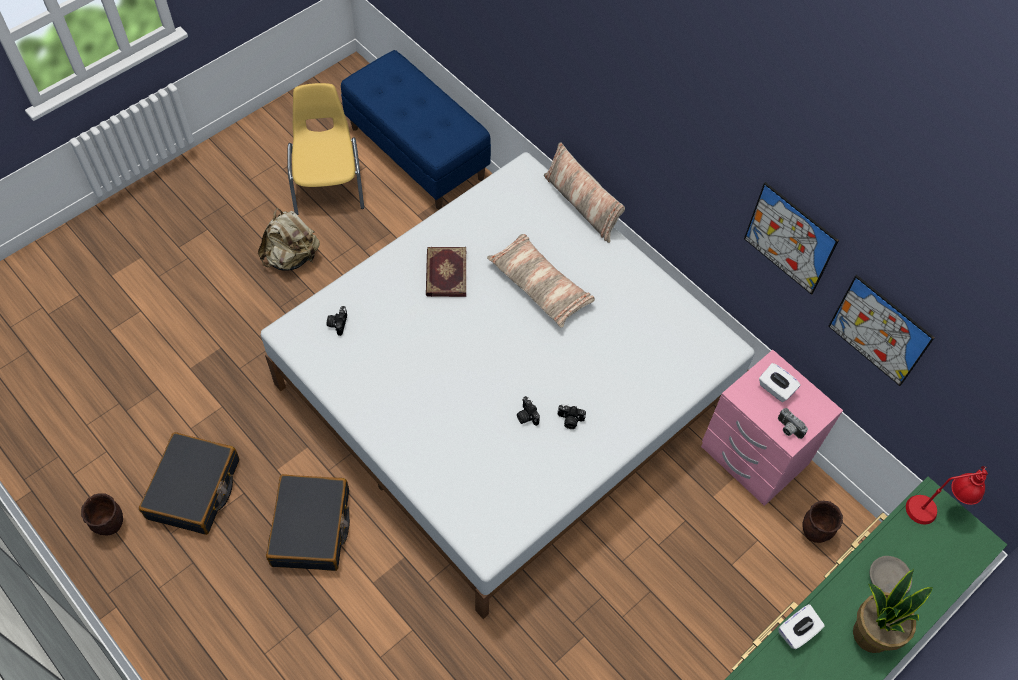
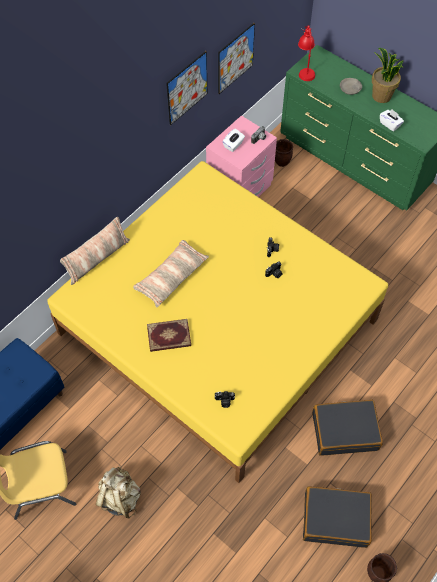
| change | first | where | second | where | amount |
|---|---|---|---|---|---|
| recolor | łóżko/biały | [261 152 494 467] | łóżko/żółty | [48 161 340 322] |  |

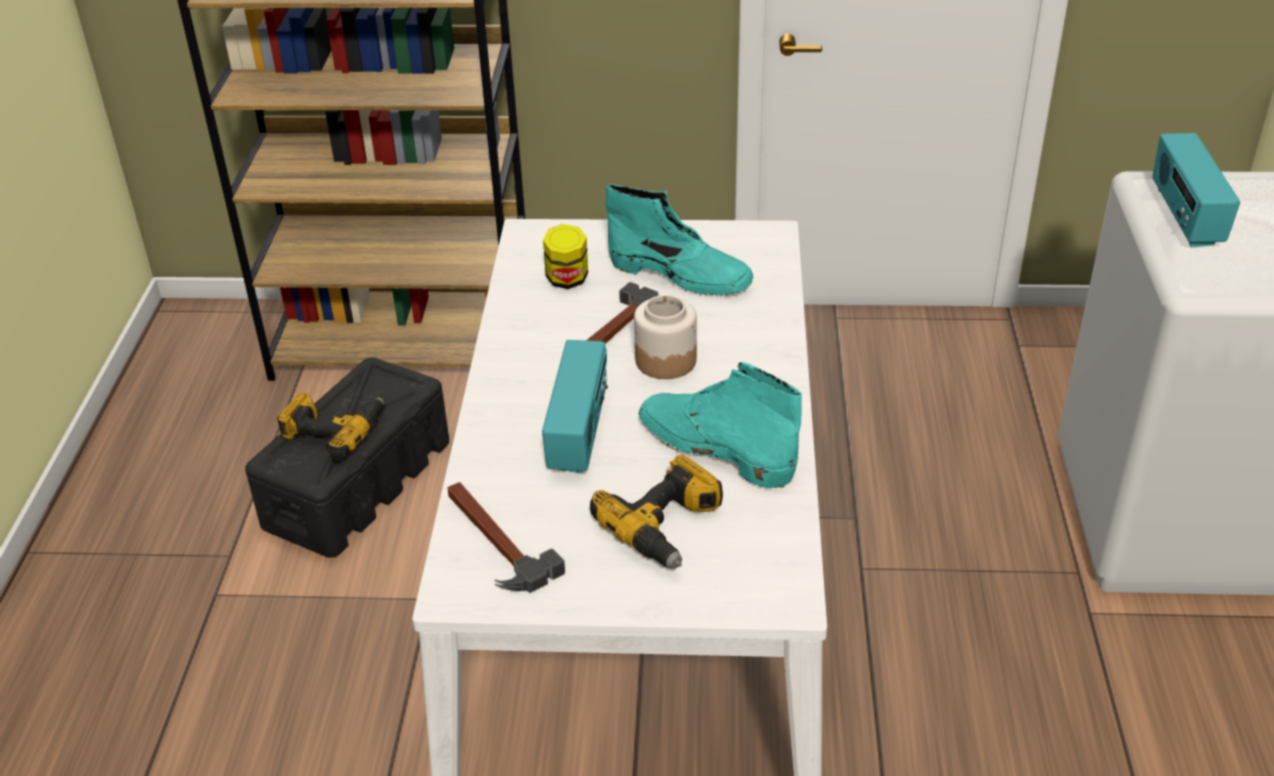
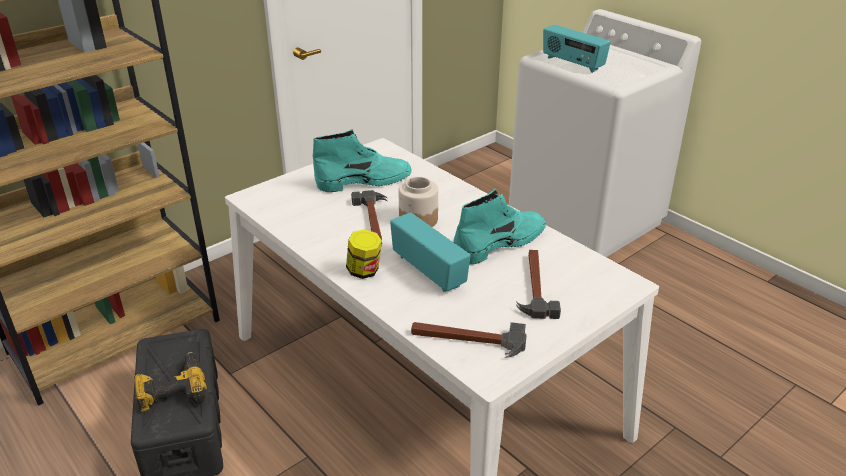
| change | first | where | second | where | amount |
|---|---|---|---|---|---|
| move | słoik | [543 224 45 65] |  | [346 229 36 50] |  |
| replace | wiertarka | [590 455 133 114] | młotek | [516 250 45 69] |  |
| rotate | but z cholewką/turkusowy | [639 362 163 126] |  | [453 189 93 76] | 150 degrees clockwise |

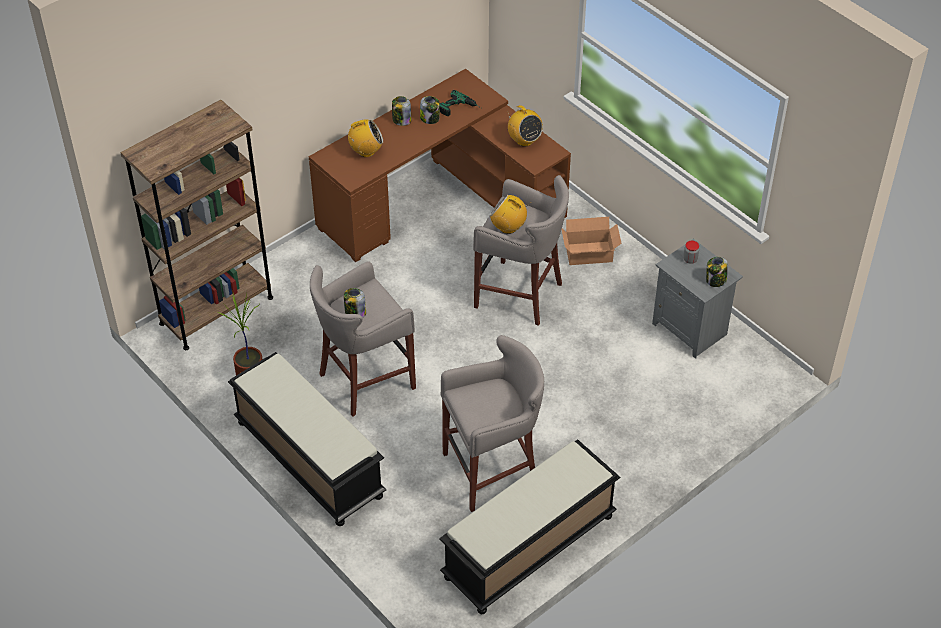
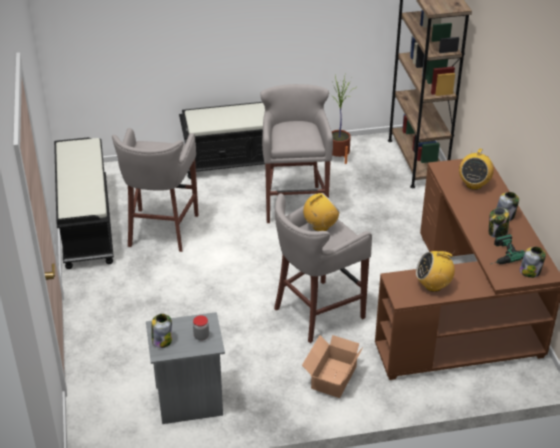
| change | first | where | second | where | amount |
|---|---|---|---|---|---|
| move | słoik | [344 288 22 30] |  | [520 247 26 31] |  |

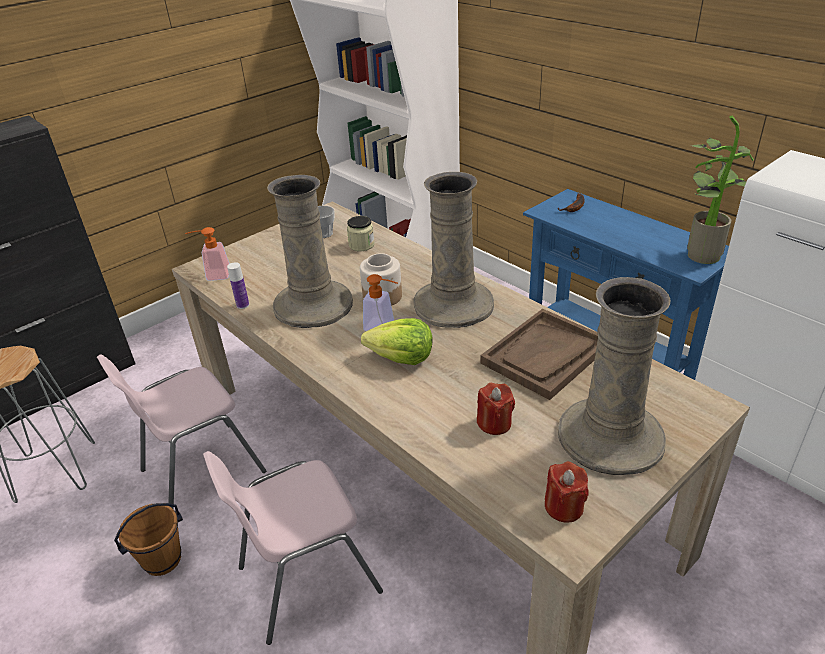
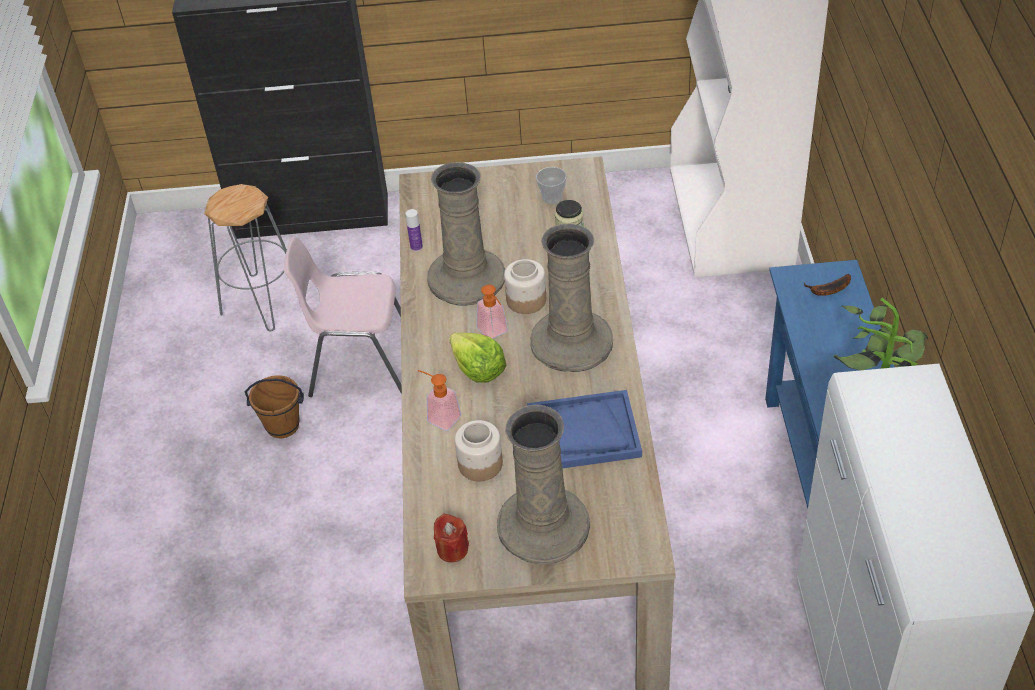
| change | first | where | second | where | amount |
|---|---|---|---|---|---|
| delete | krzesło/różowy | [203 451 180 194] |  |  |  |
| move | dozownik mydła | [185 227 45 54] |  | [418 370 43 61] |  |
| replace | świeca/czerwony | [477 382 38 53] | słoik | [455 420 48 61] |  |
| recolor | taca/brązowy | [480 309 118 91] | taca/niebieski | [527 390 115 78] |  |

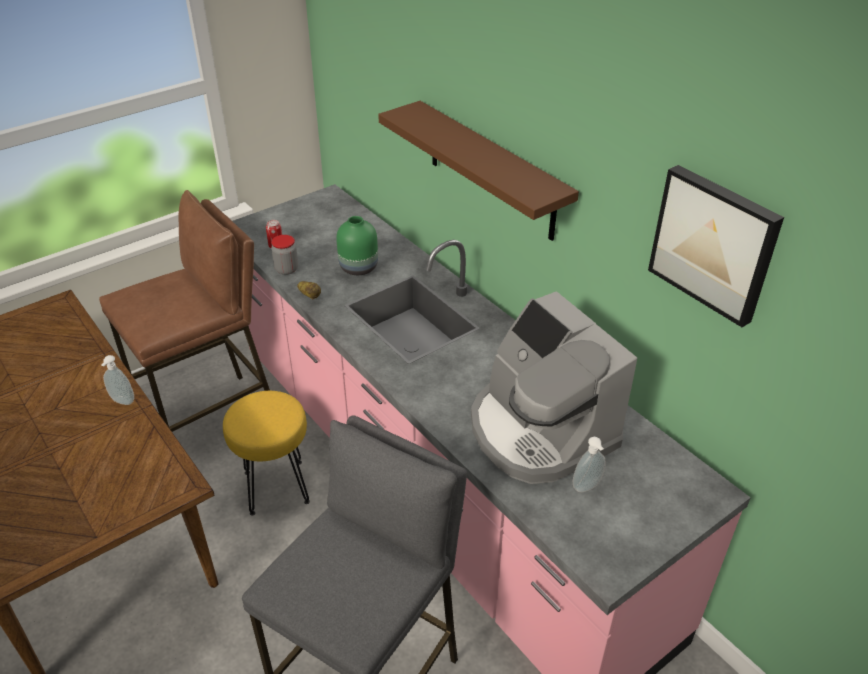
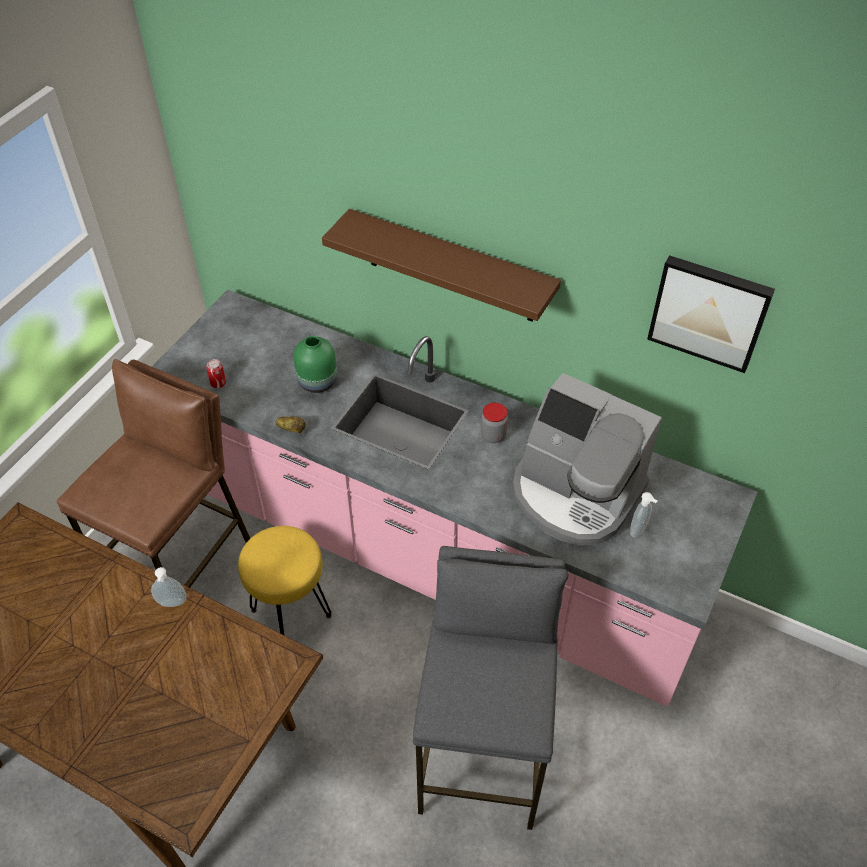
| change | first | where | second | where | amount |
|---|---|---|---|---|---|
| move | słoik | [271 235 27 40] |  | [481 403 27 40] |  |

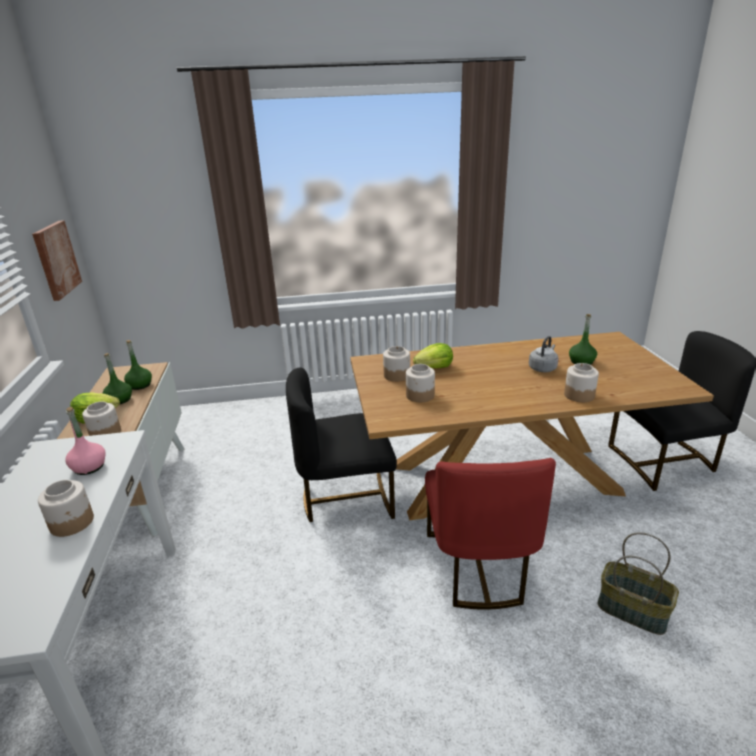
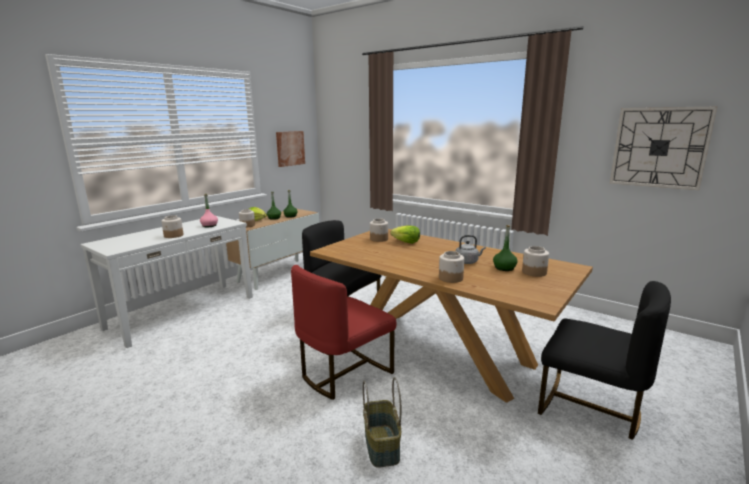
| change | first | where | second | where | amount |
|---|---|---|---|---|---|
| insert |  |  | zegar ścienny | [610 107 107 83] |  |
| move | słoik | [406 364 29 38] |  | [522 246 27 31] |  |

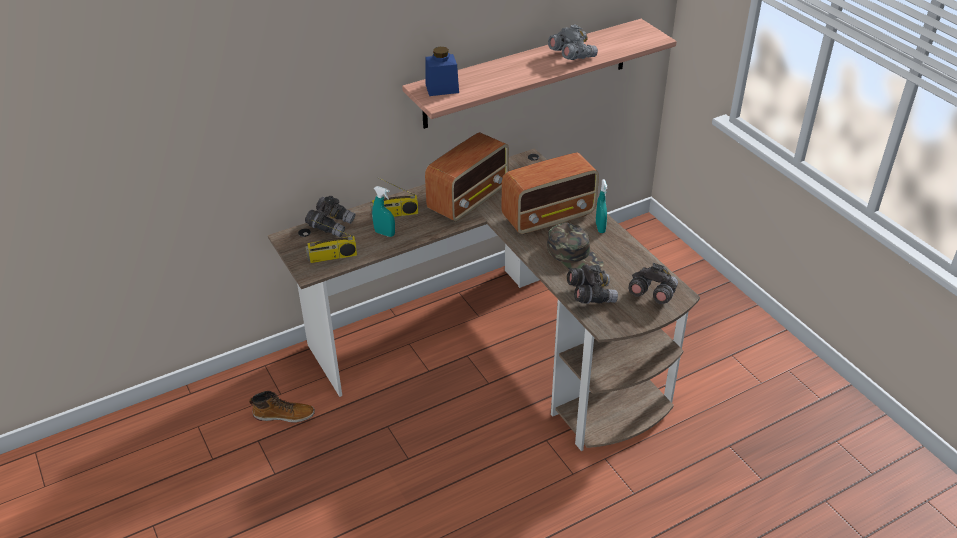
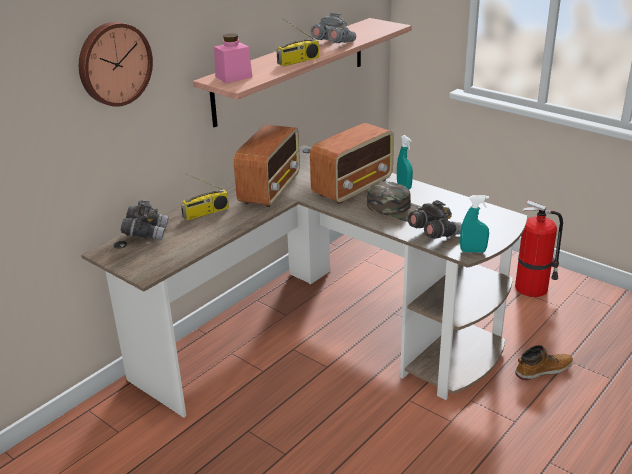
| change | first | where | second | where | amount |
|---|---|---|---|---|---|
| delete | lornetka/szary | [629 263 49 41] |  |  |  |
| insert |  |  | zegar ścienny | [79 22 74 85] |  |
| insert |  |  | gaśnica | [515 200 48 97] |  |
| move | but z cholewką | [249 391 66 32] |  | [515 345 58 35] |  |
| move | radio | [305 220 52 43] |  | [276 20 43 46] |  |
| move | spryskiwacz/turkusowy | [372 186 23 51] |  | [460 195 29 58] |  |
| recolor | słoik/niebieski | [426 47 33 49] | słoik/różowy | [214 33 38 50] |  |

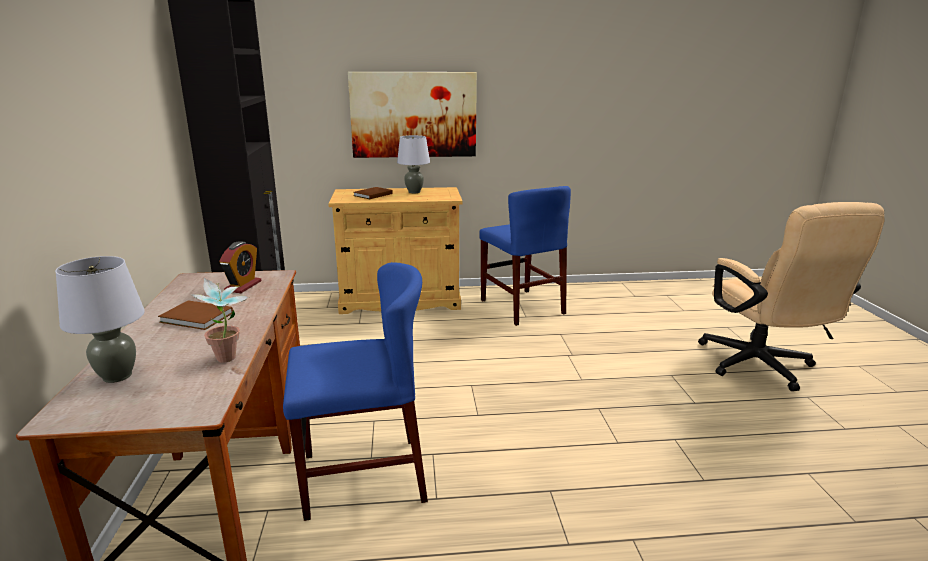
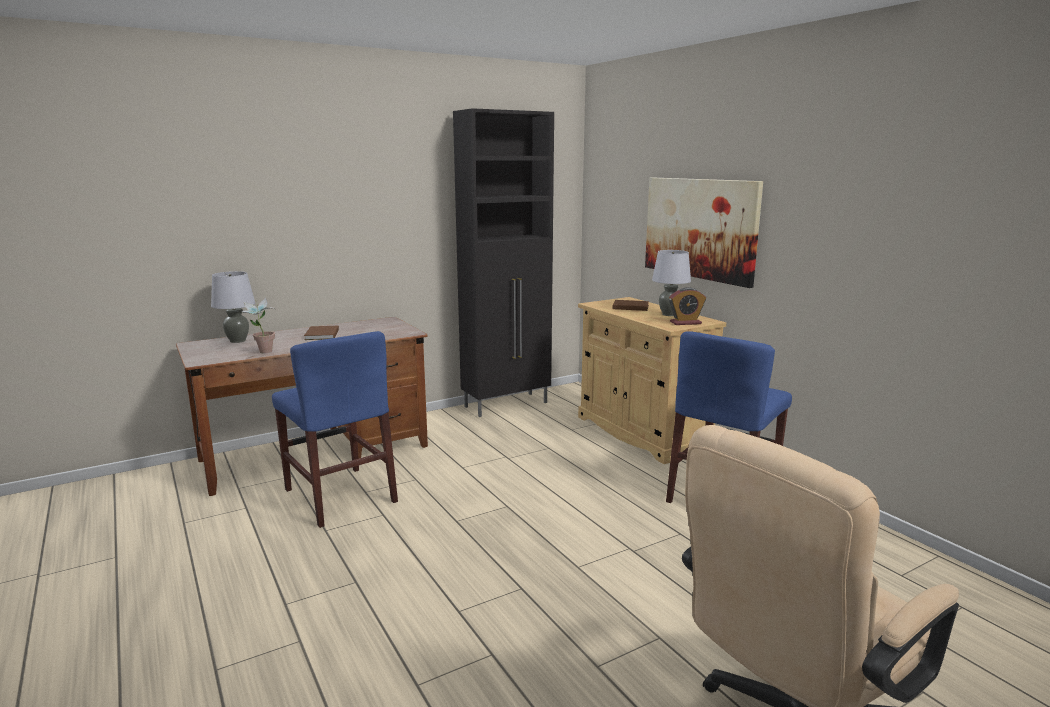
| change | first | where | second | where | amount |
|---|---|---|---|---|---|
| move | budzik | [219 242 43 51] |  | [669 287 37 38] |  |

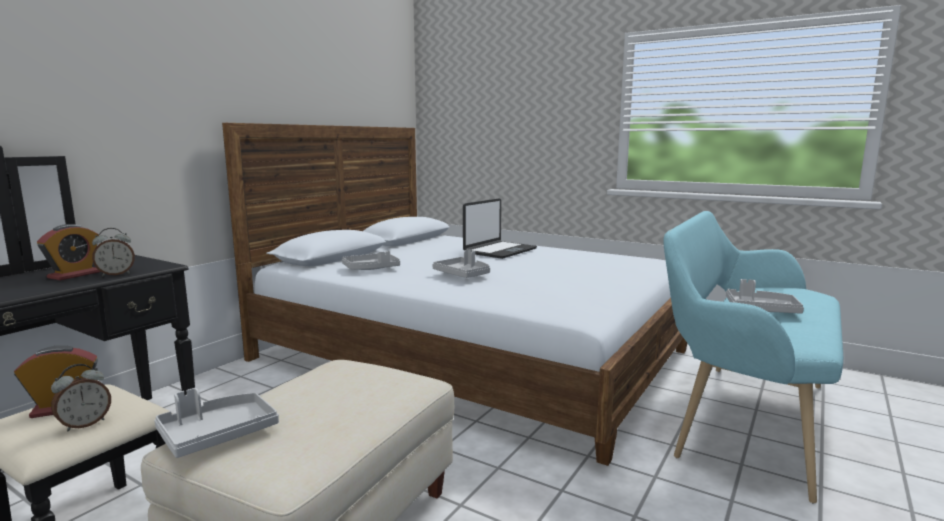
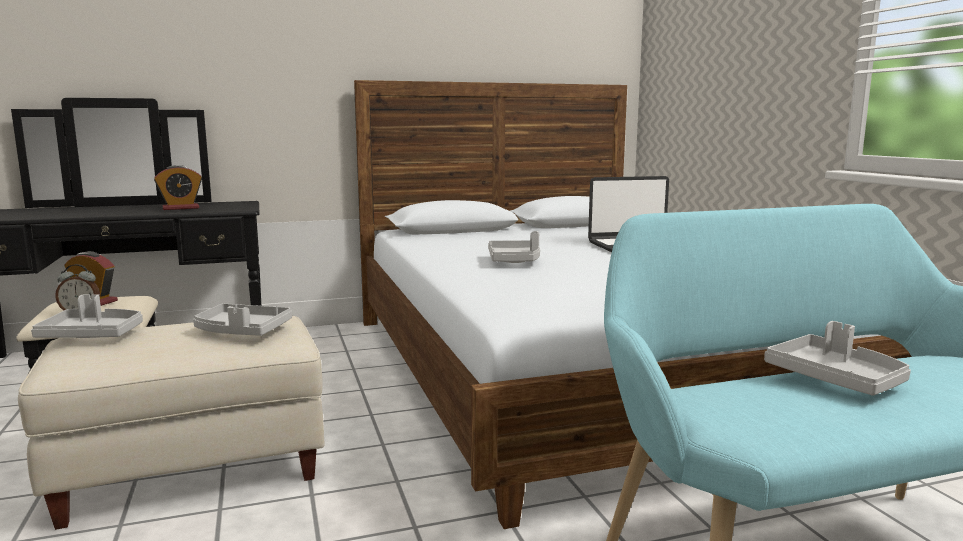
| change | first | where | second | where | amount |
|---|---|---|---|---|---|
| delete | budzik | [92 228 43 48] |  |  |  |
| move | taca/szary | [342 251 58 19] |  | [193 304 99 32] |  |

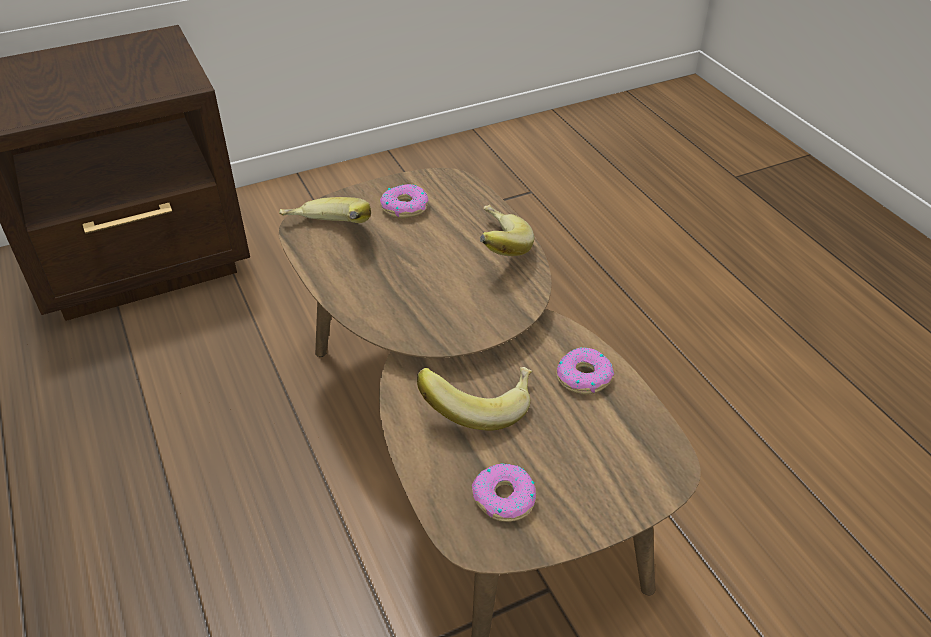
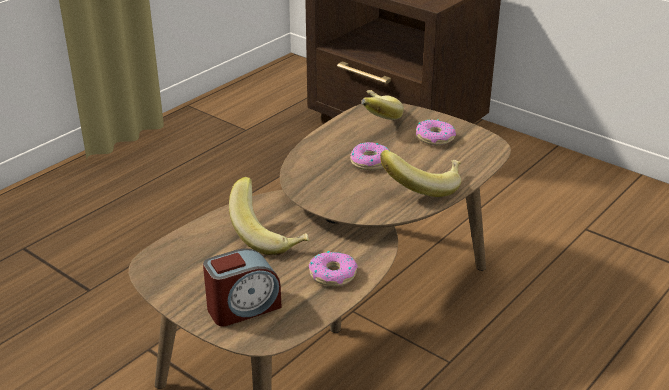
| change | first | where | second | where | amount |
|---|---|---|---|---|---|
| insert |  |  | budzik | [203 248 79 78] |  |
| move | donut | [472 463 64 59] |  | [350 142 39 29] |  |

